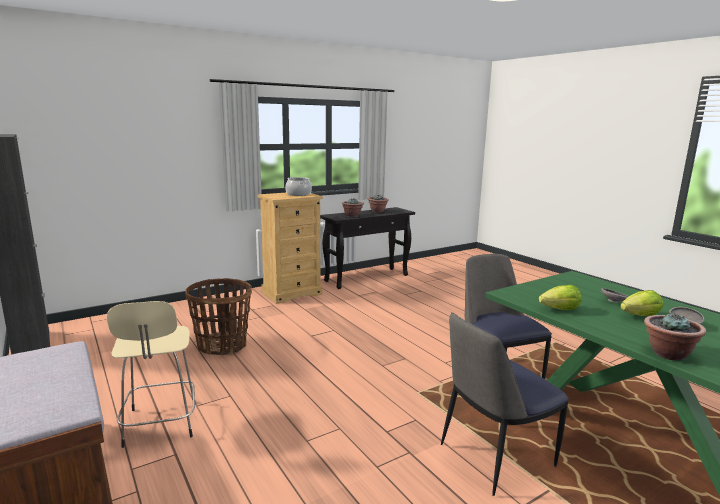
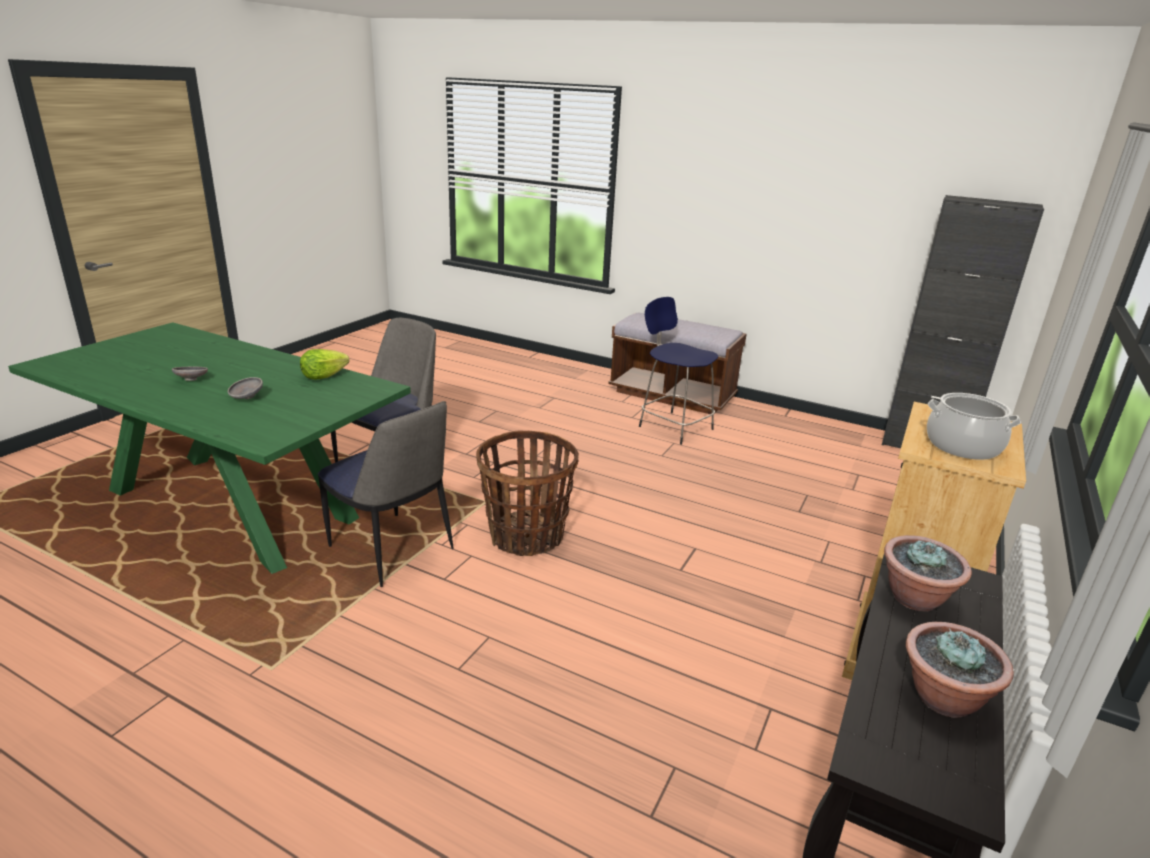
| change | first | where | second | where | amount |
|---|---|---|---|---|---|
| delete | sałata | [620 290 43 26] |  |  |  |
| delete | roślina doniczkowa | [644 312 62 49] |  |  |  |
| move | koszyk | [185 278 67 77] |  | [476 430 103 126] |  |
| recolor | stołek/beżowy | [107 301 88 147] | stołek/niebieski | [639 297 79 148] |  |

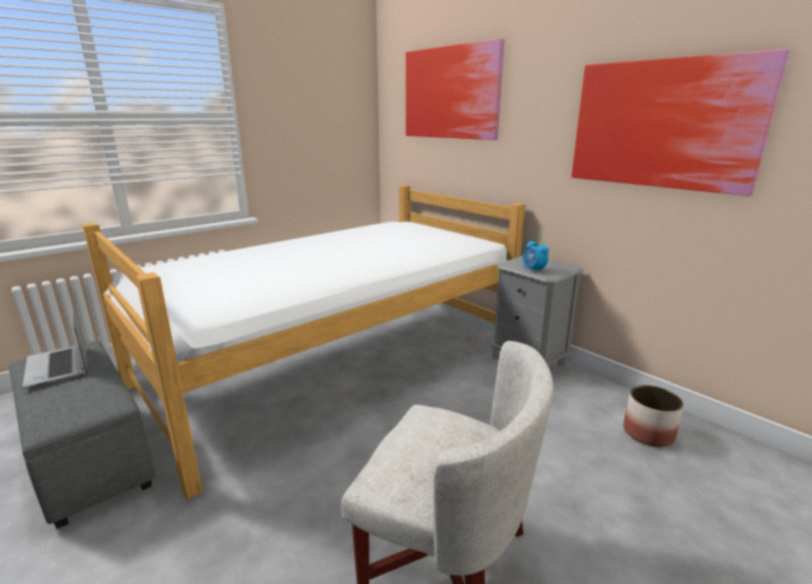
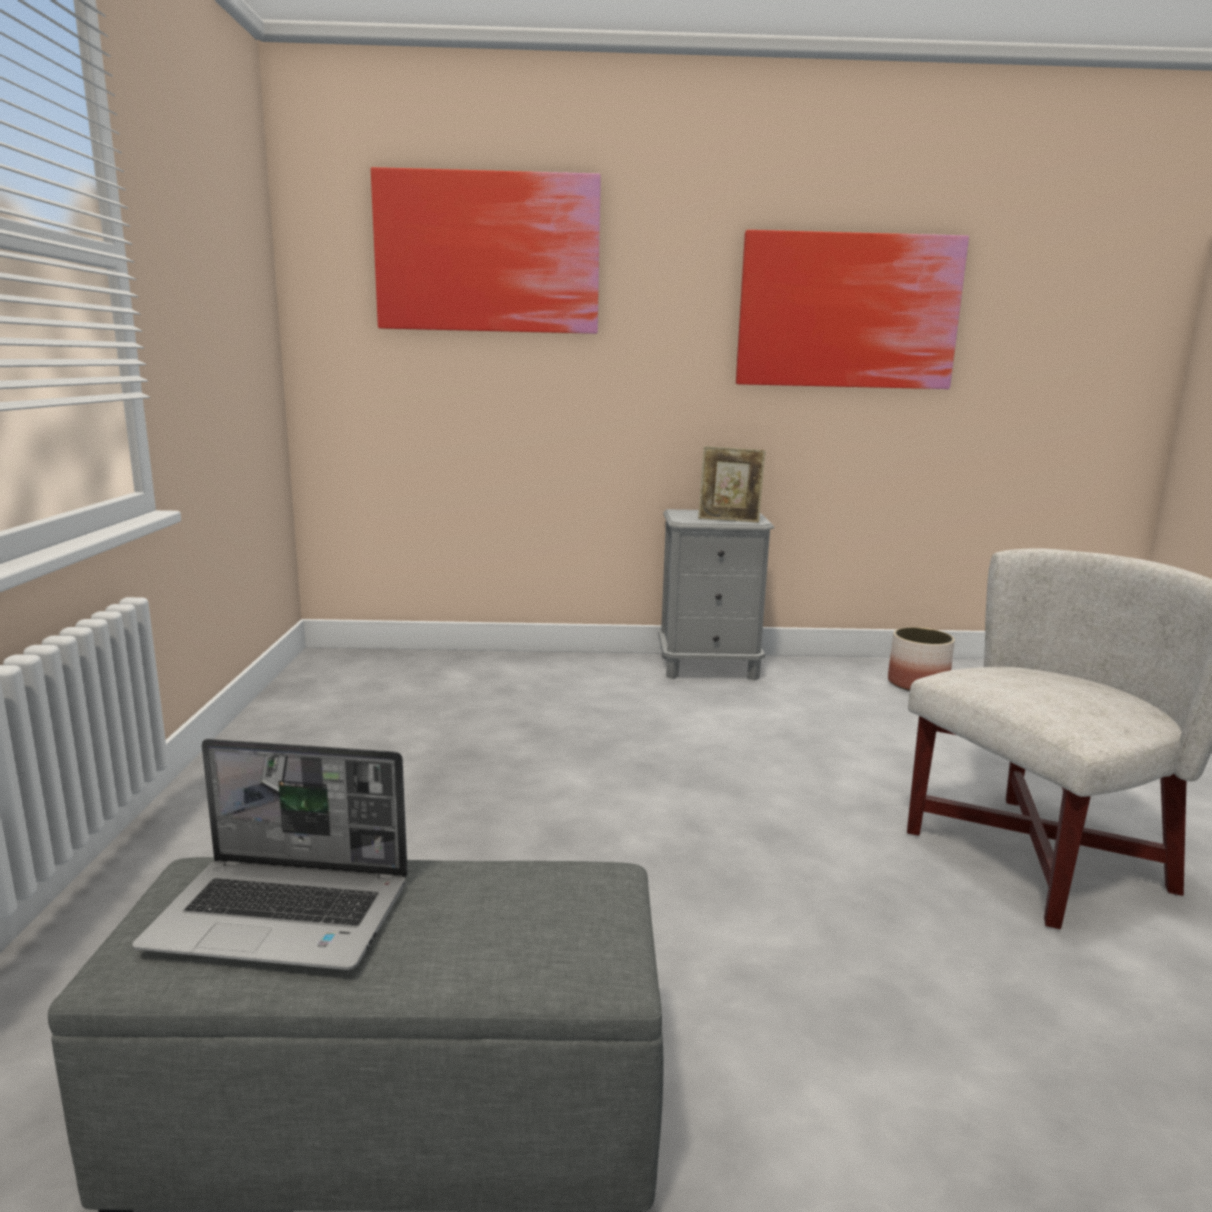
| change | first | where | second | where | amount |
|---|---|---|---|---|---|
| delete | łóżko | [82 185 443 314] |  |  |  |
| replace | budzik | [522 238 27 36] | ramka na zdjęcie | [698 446 68 77] |  |

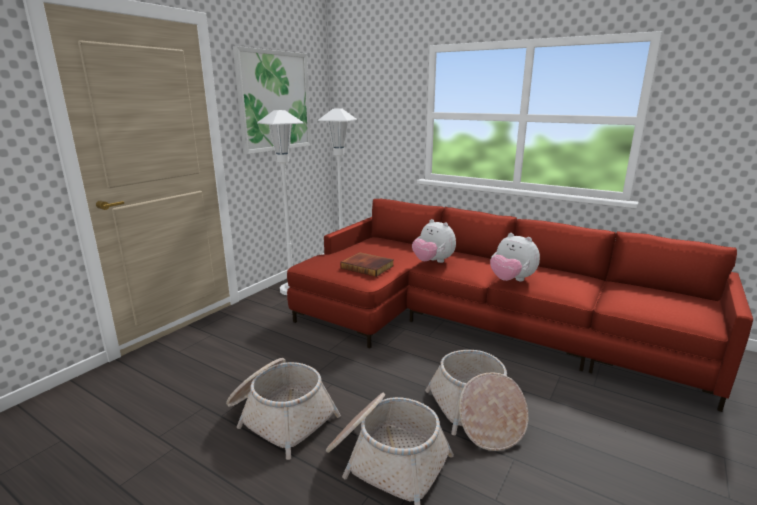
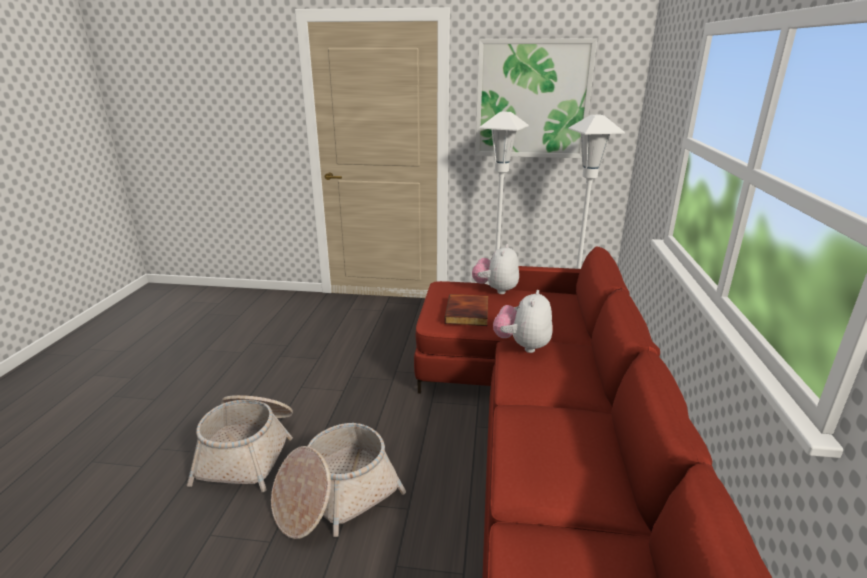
| change | first | where | second | where | amount |
|---|---|---|---|---|---|
| delete | koszyk | [226 358 115 102] |  |  |  |
| move | pluszak | [490 233 50 48] |  | [472 244 47 50] |  |

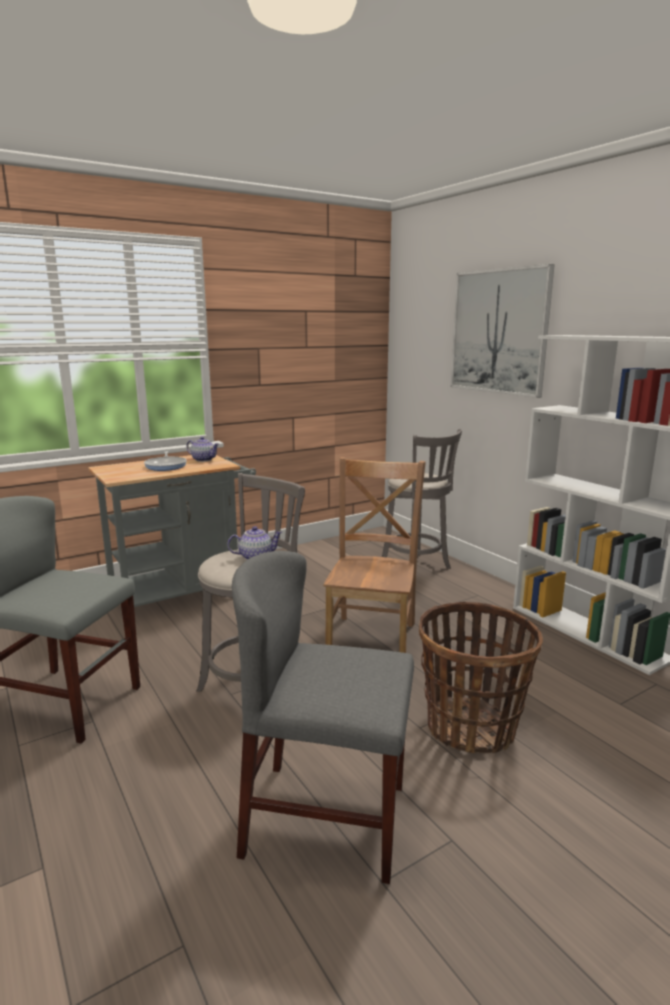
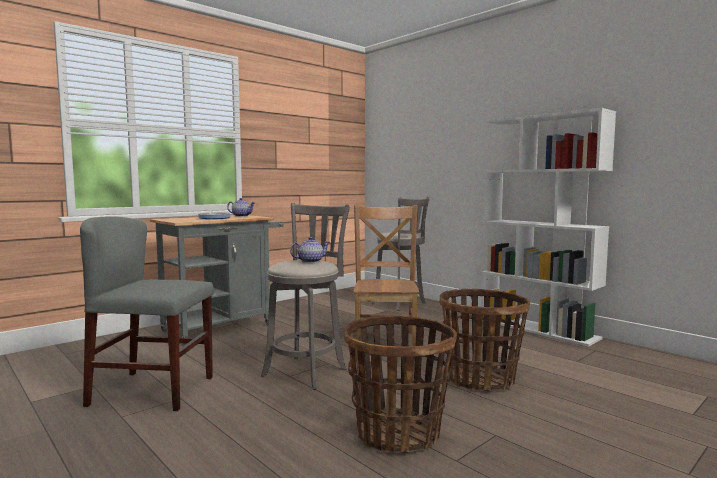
| change | first | where | second | where | amount |
|---|---|---|---|---|---|
| delete | obraz | [451 264 104 134] |  |  |  |
| replace | krzesło/szary | [232 551 182 333] | koszyk | [344 315 113 137] |  |

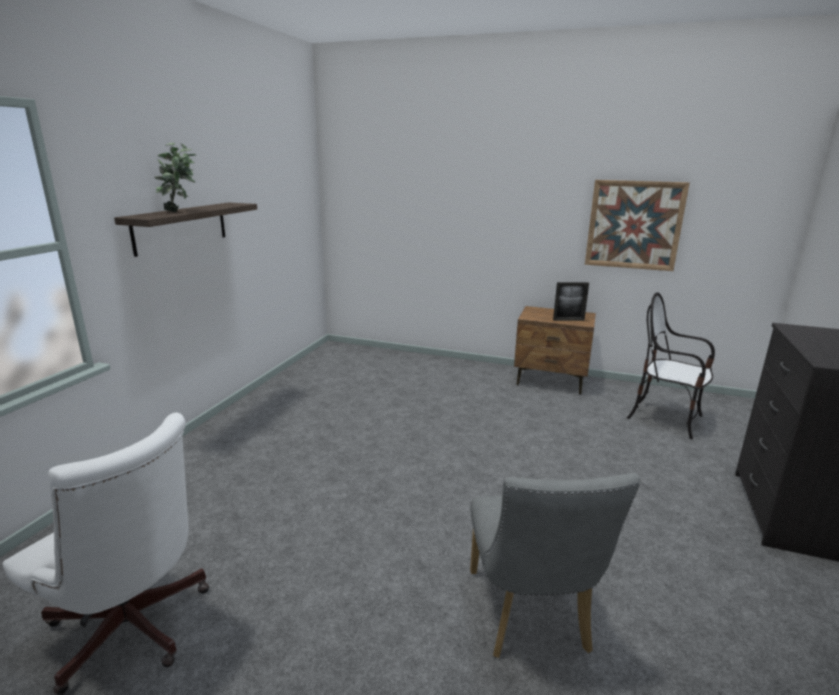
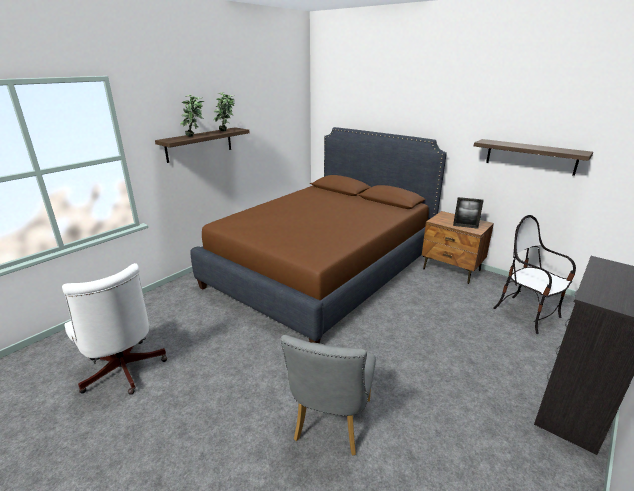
| change | first | where | second | where | amount |
|---|---|---|---|---|---|
| insert |  |  | łóżko/brązowy | [191 127 256 216] |  |
| insert |  |  | roślina doniczkowa | [213 92 22 39] |  |
| replace | obraz | [585 180 105 91] | półka | [474 139 119 37] |  |

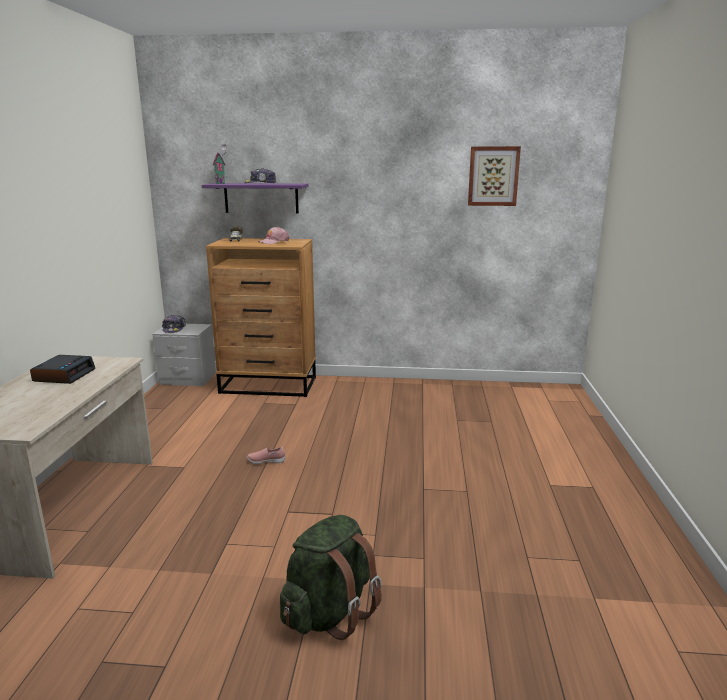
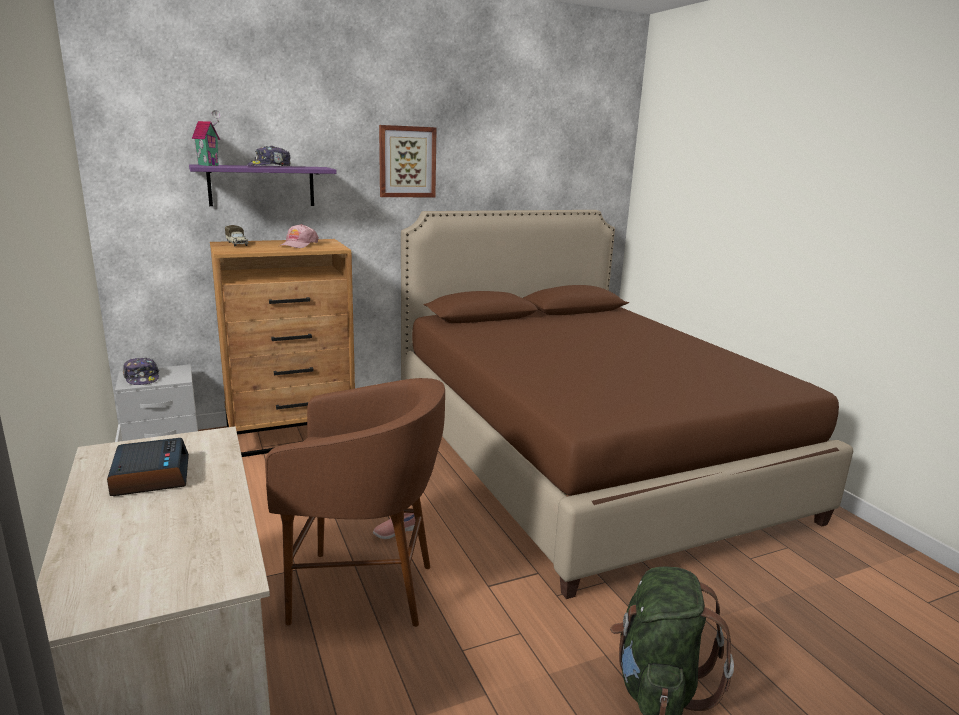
| change | first | where | second | where | amount |
|---|---|---|---|---|---|
| insert |  |  | stołek/brązowy | [265 378 180 249] |  |
| insert |  |  | łóżko/brązowy | [401 210 452 389] |  |
| move | obraz | [468 146 53 60] |  | [379 125 58 72] |  |

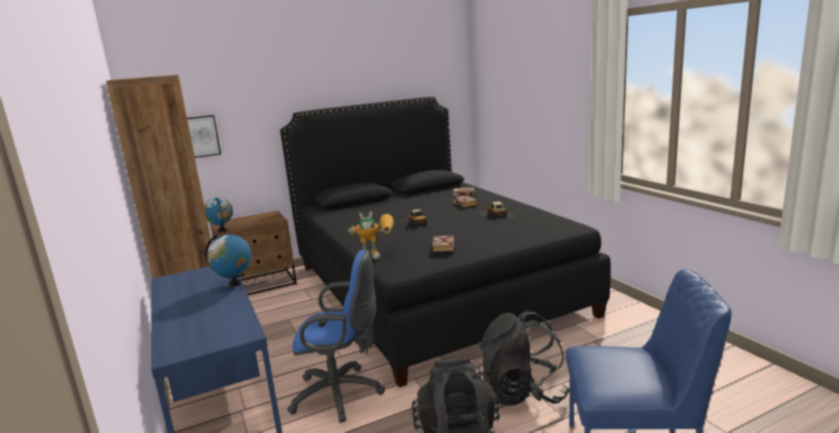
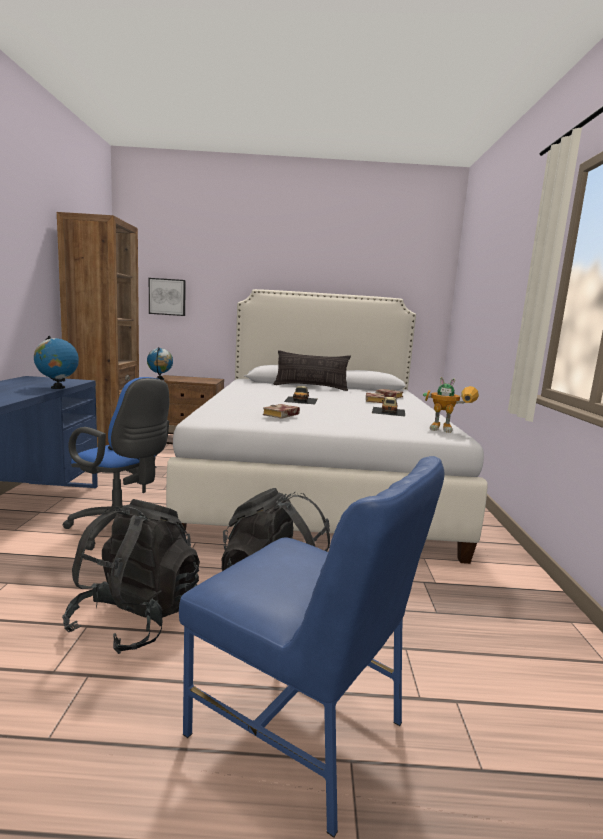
| change | first | where | second | where | amount |
|---|---|---|---|---|---|
| insert |  |  | poduszka | [274 350 77 41] |  |
| move | robot zabawkowy | [348 211 46 48] |  | [423 377 56 56] |  |
| recolor | łóżko/czarny | [280 97 331 290] | łóżko/biały | [166 289 322 275] |  |

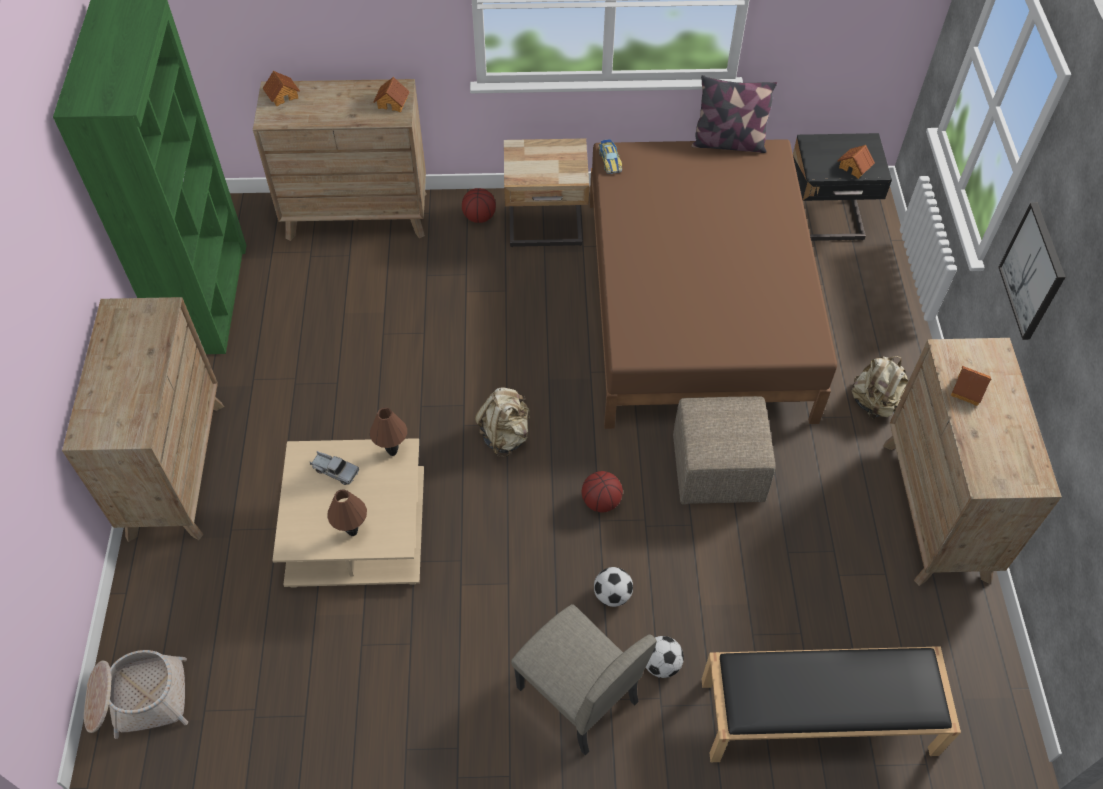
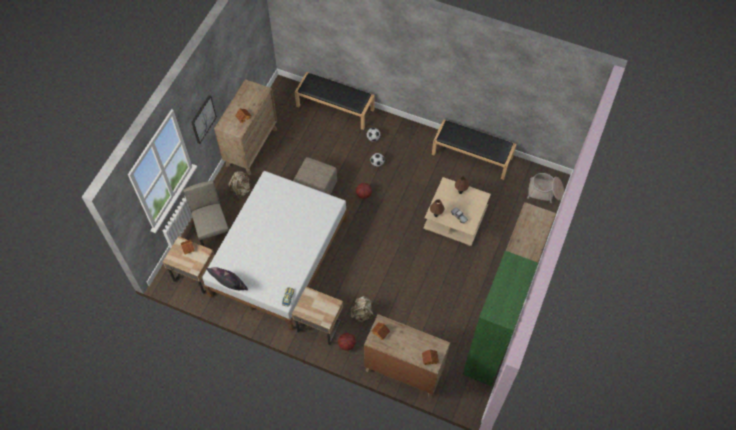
| change | first | where | second | where | amount |
|---|---|---|---|---|---|
| insert |  |  | ławka/czarny | [432 119 84 61] |  |
| move | plecak/beżowy | [475 387 55 70] |  | [350 296 23 26] |  |
| move | krzesło/beżowy | [511 604 146 151] |  | [183 181 46 66] |  |
| recolor | łóżko/brązowy | [590 139 247 290] | łóżko/biały | [202 171 146 160] |  |
| recolor | szafka nocna/czarny | [793 133 99 108] | szafka nocna/beżowy | [163 236 52 58] |  |

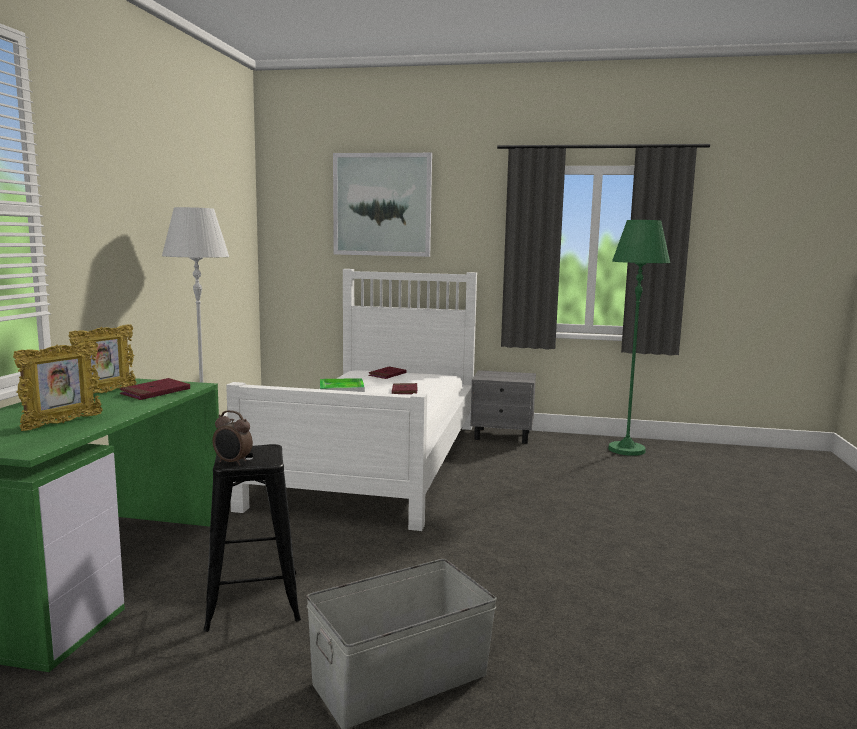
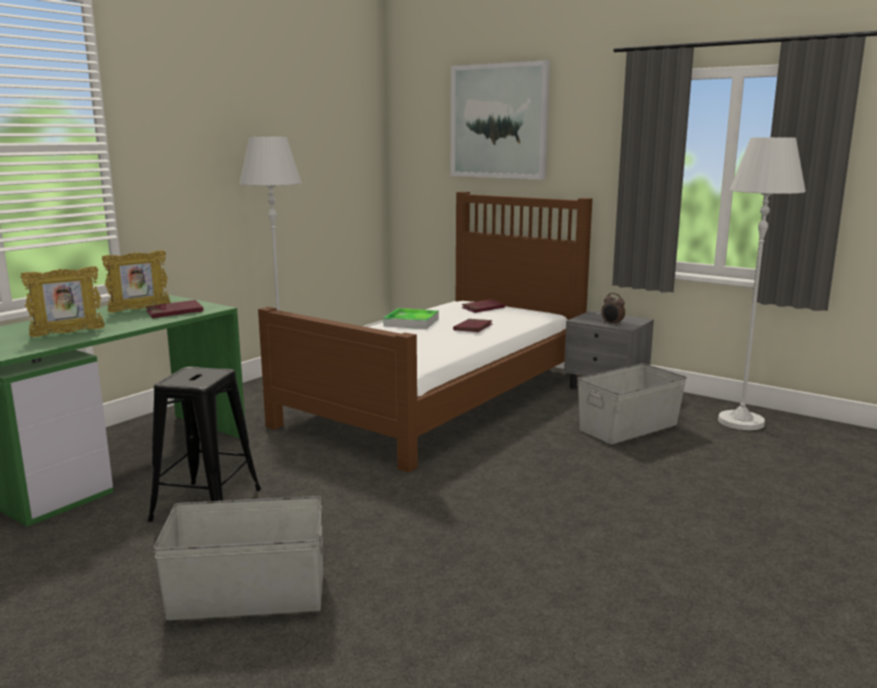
| change | first | where | second | where | amount |
|---|---|---|---|---|---|
| insert |  |  | pojemnik do przechowywania/szary | [577 363 110 81] |  |
| move | budzik | [213 410 40 56] |  | [601 293 24 33] |  |
| recolor | łóżko/biały | [226 269 251 262] | łóżko/brązowy | [258 192 335 281] |  |
| recolor | lampa stojąca/zielony | [608 220 62 236] | lampa stojąca/biały | [718 137 88 293] |  |

